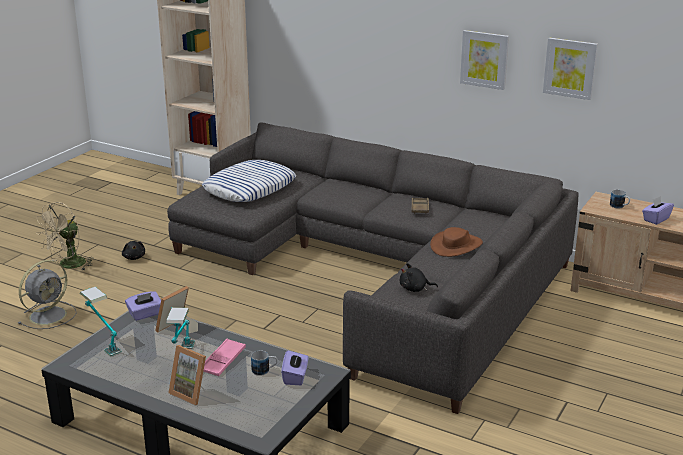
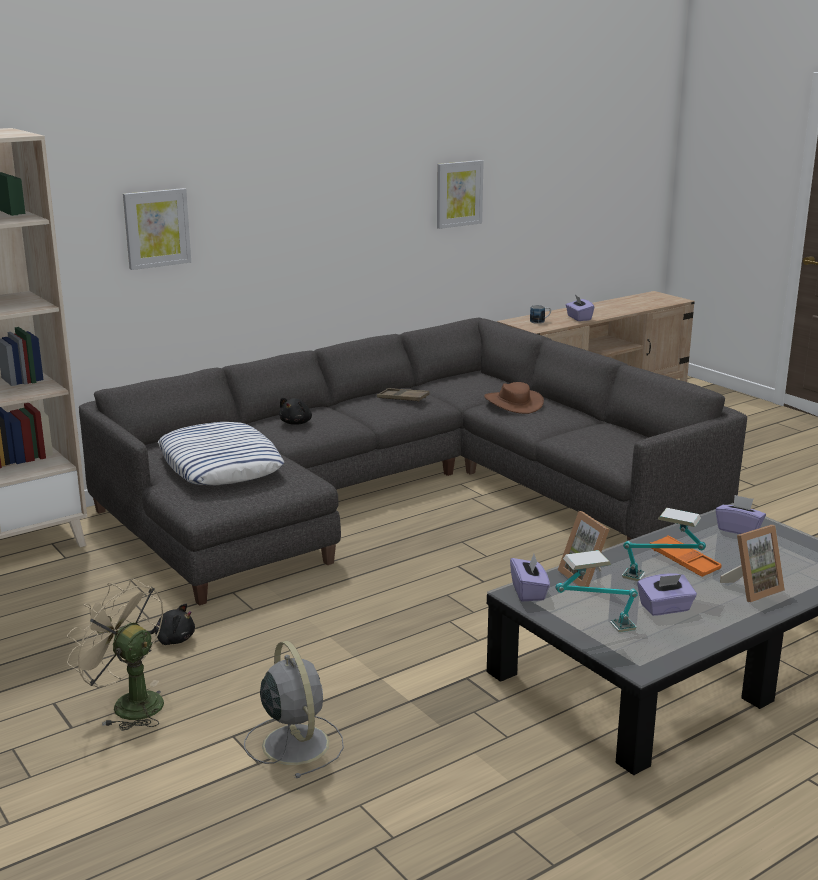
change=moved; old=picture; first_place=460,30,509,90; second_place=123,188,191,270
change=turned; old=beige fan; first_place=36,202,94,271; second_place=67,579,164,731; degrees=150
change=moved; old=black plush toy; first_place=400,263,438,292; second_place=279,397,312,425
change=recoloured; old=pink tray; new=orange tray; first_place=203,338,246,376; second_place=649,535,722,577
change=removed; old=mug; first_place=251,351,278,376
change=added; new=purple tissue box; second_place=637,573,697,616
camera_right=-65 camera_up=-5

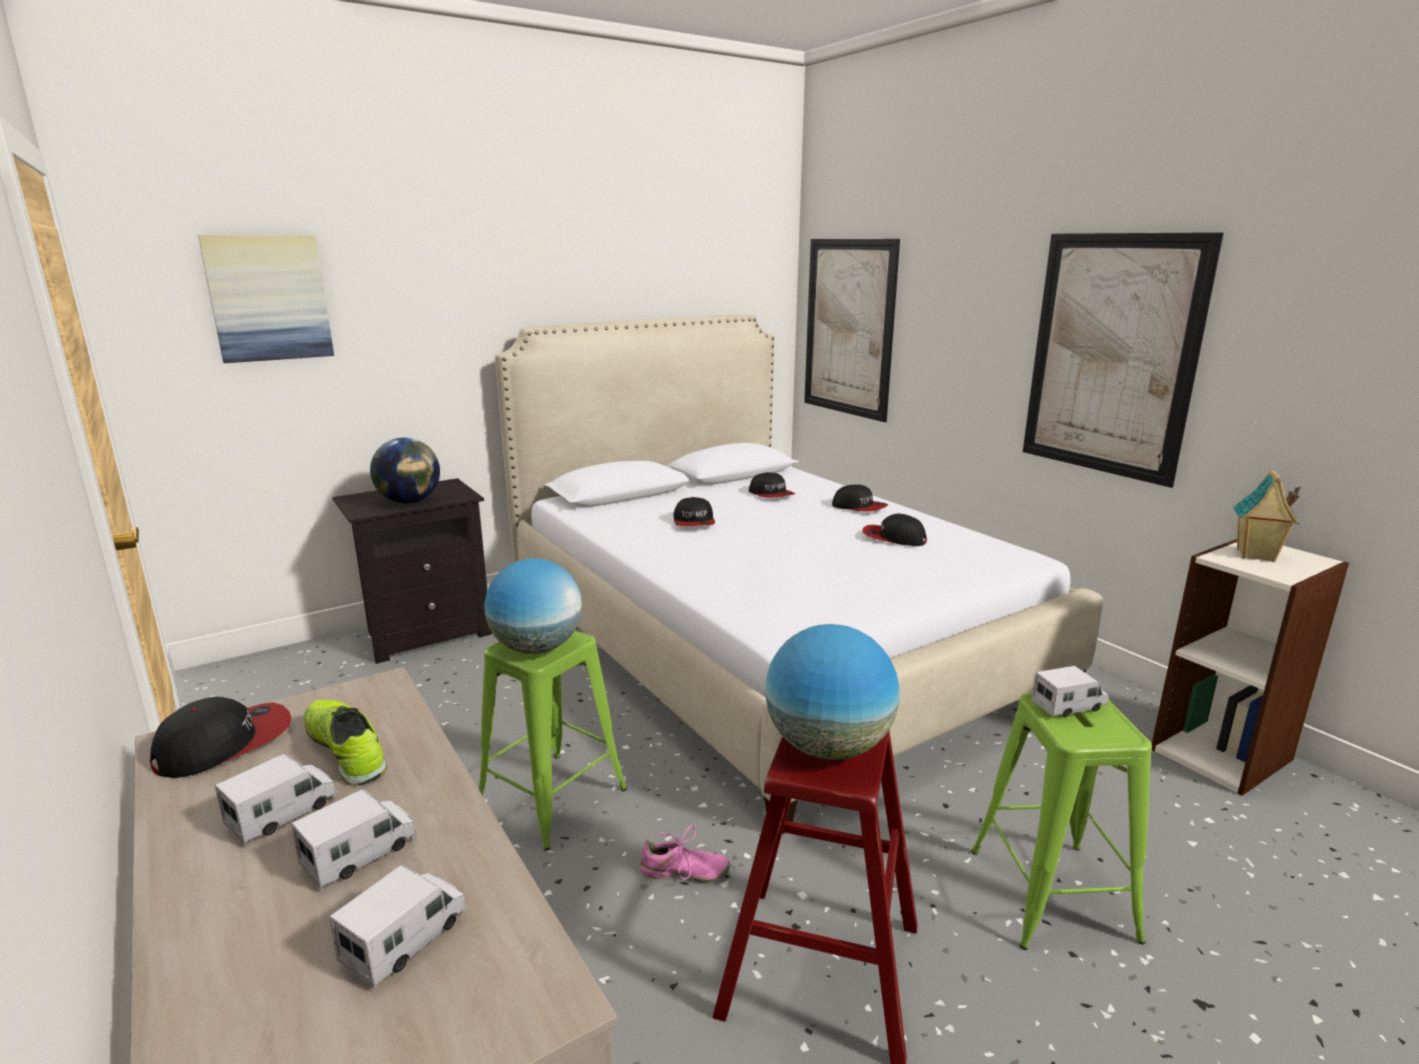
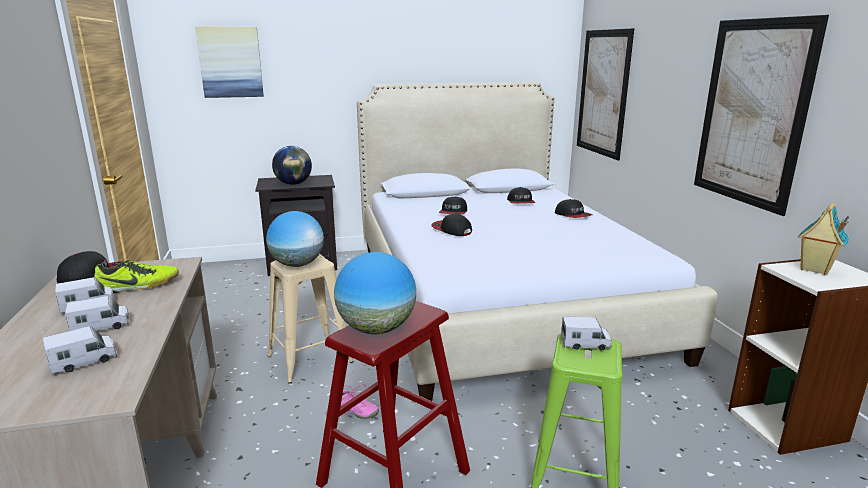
change=moved; old=cap; first_place=863,514,927,546; second_place=432,214,472,236
change=recoloured; old=green stool; new=beige stool; first_place=479,631,627,851; second_place=267,254,354,384
change=turned; old=shoe; first_place=303,700,387,786; second_place=94,260,179,293; degrees=90
camera_right=20 camera_up=0

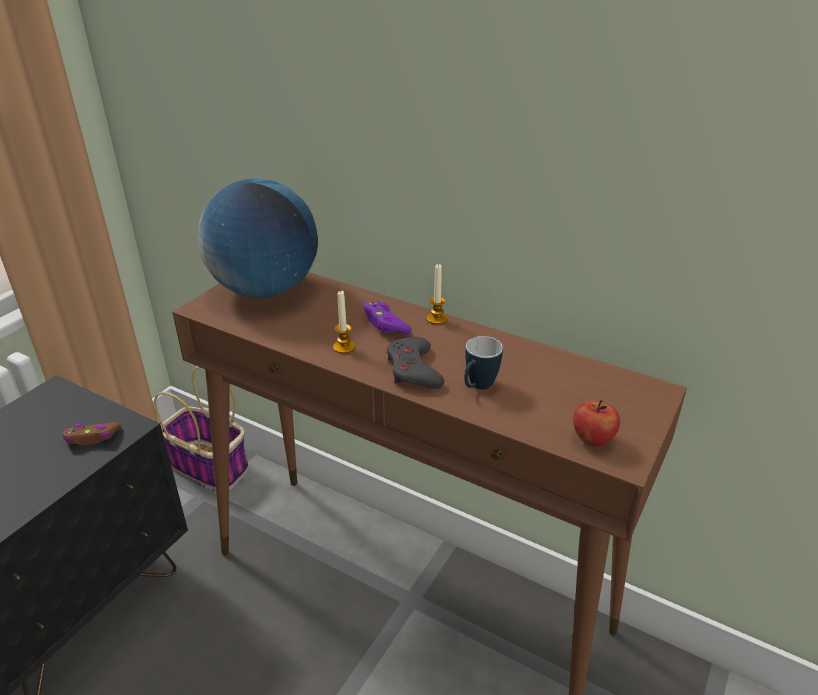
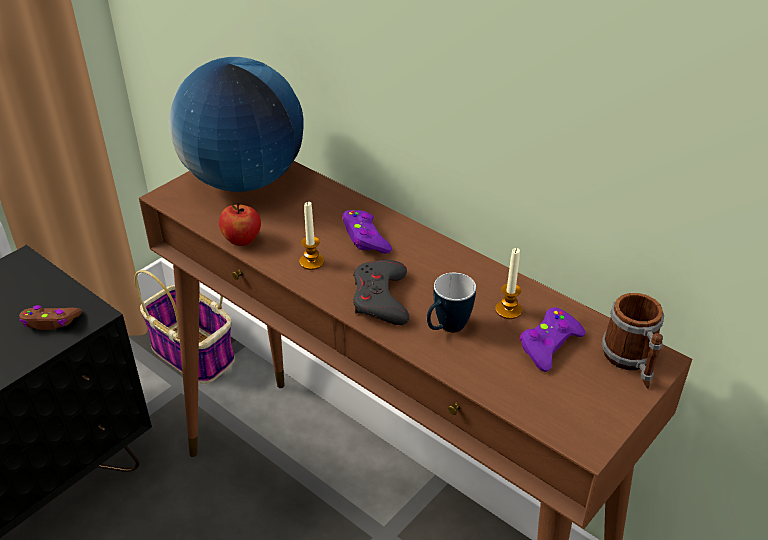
change=moved; old=candle; first_place=427,264,448,325; second_place=495,248,522,319
change=moved; old=apple; first_place=573,400,620,446; second_place=219,202,261,246
change=added; new=mug; second_place=602,293,664,388
change=added; new=purple game controller; second_place=520,307,586,372
camera_right=10 camera_up=5

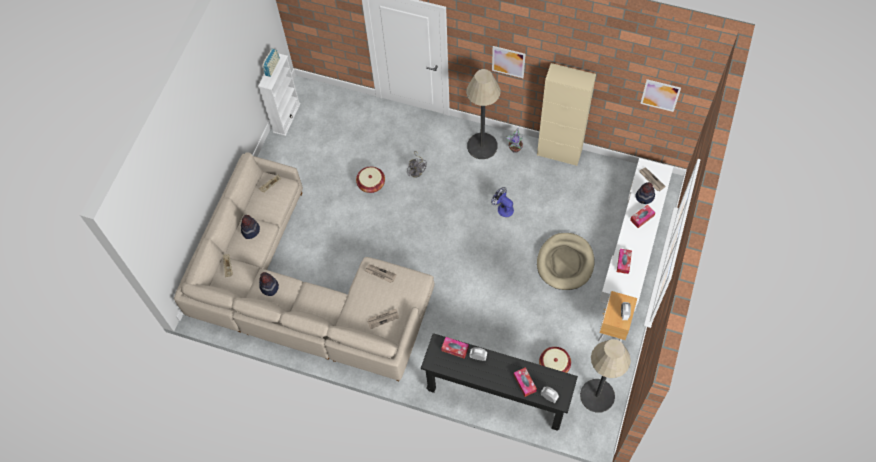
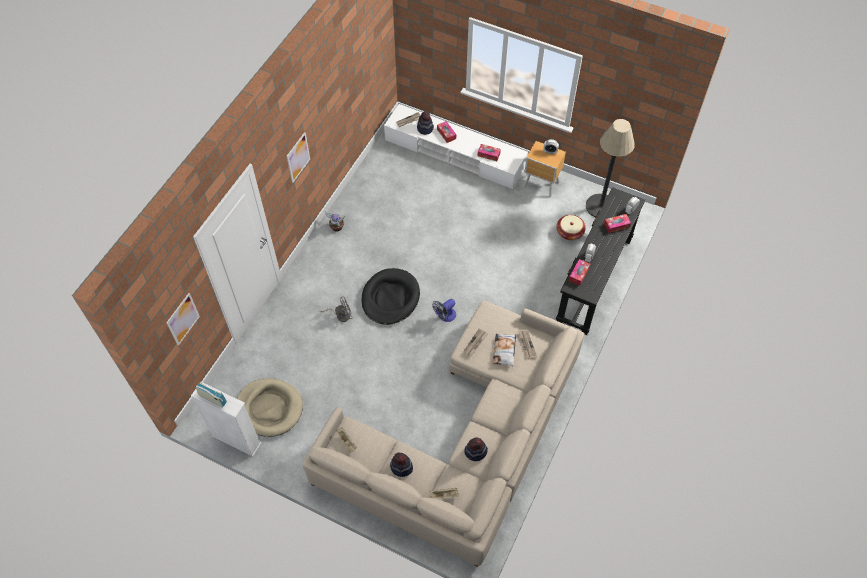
change=removed; old=beige cabinet; first_place=537,63,596,166
change=removed; old=floor lamp; first_place=466,69,501,159
change=moved; old=picture; first_place=640,79,681,112; second_place=166,293,200,346
change=removed; old=basket; first_place=356,167,385,193
change=moved; old=fan; first_place=491,187,514,217; second_place=432,299,456,322
change=moved; old=beige dog bed; first_place=537,233,594,290; second_place=237,378,303,437
change=added; new=black dog bed; second_place=361,268,420,325
change=added; new=pillow; second_place=493,334,516,366
camera_right=-85 camera_up=-5

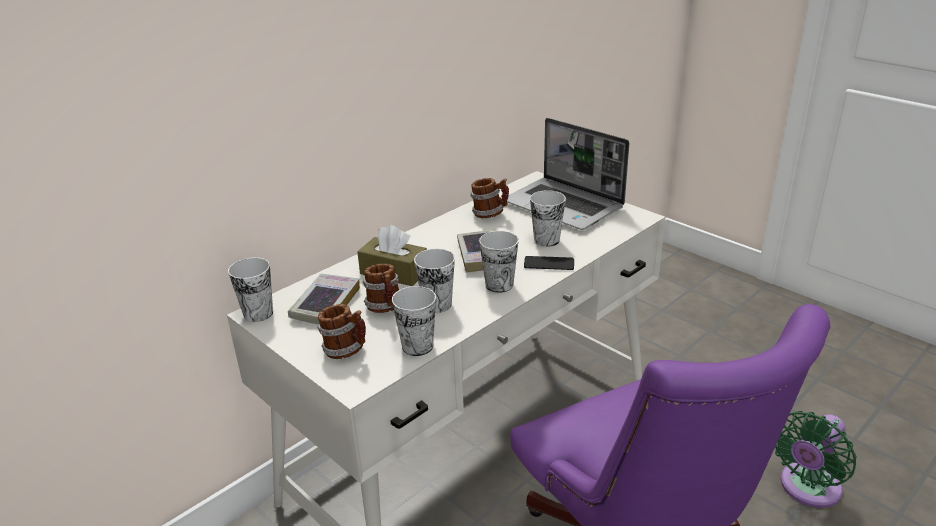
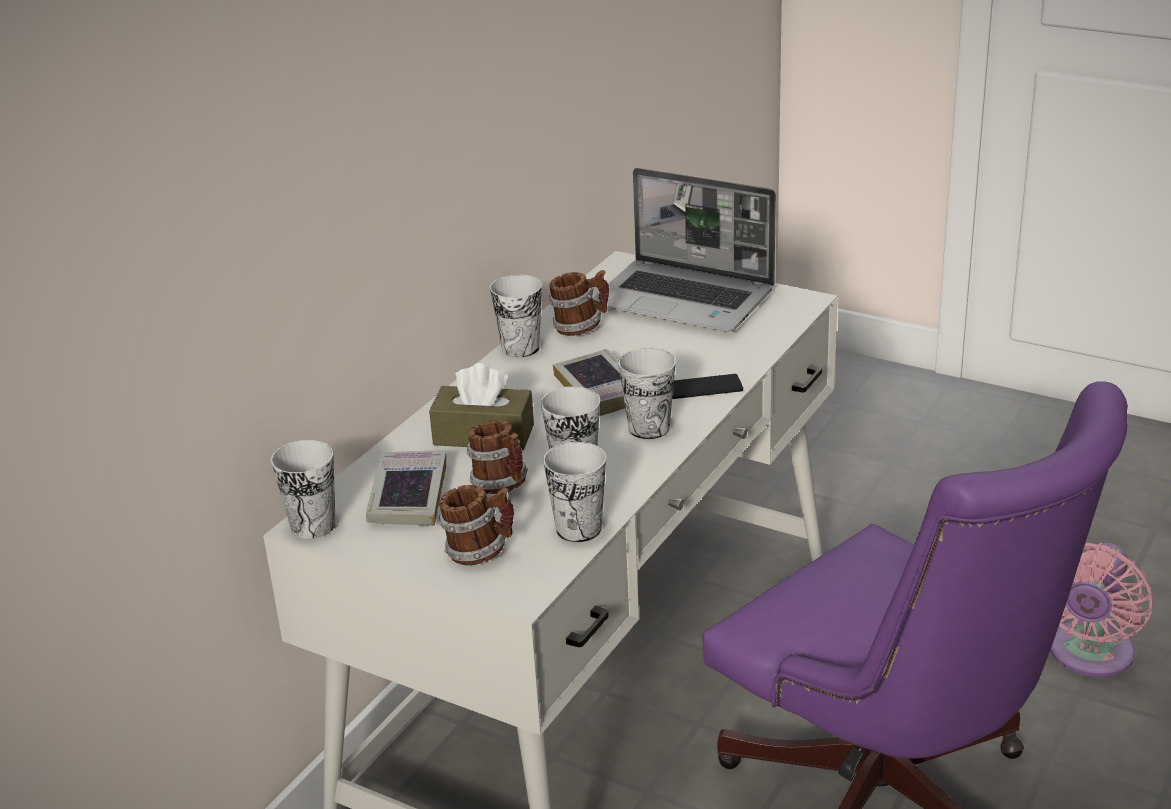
change=moved; old=cup; first_place=530,190,566,247; second_place=490,274,542,358
change=recoloured; old=green fan; new=pink fan; first_place=775,411,857,508; second_place=1050,541,1153,677
camera_right=-15 camera_up=0

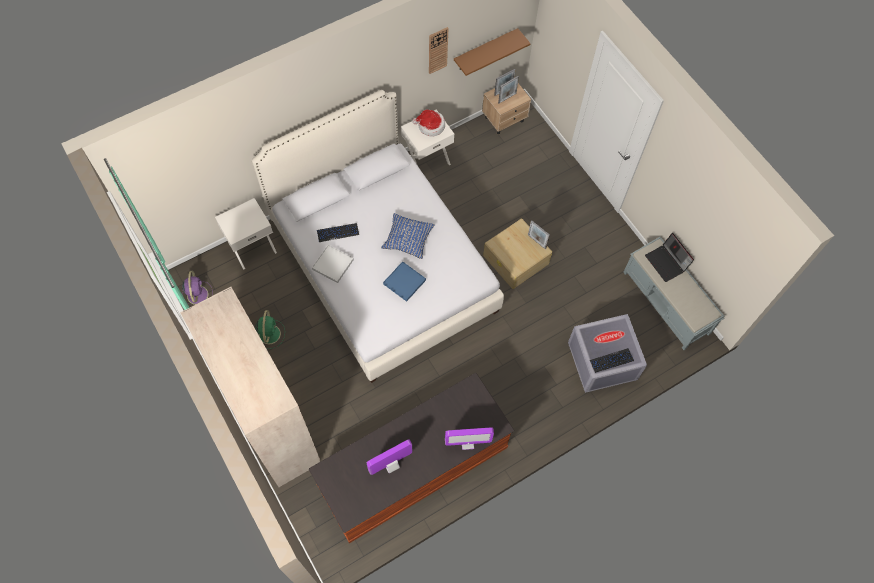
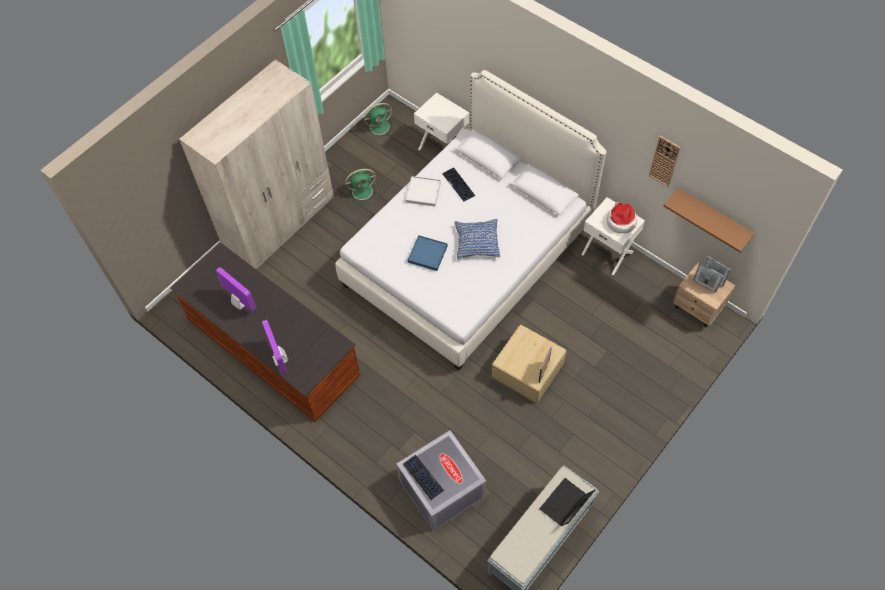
change=recoloured; old=purple fan; new=green fan; first_place=182,271,213,305; second_place=364,103,395,138
camera_right=75 camera_up=-5

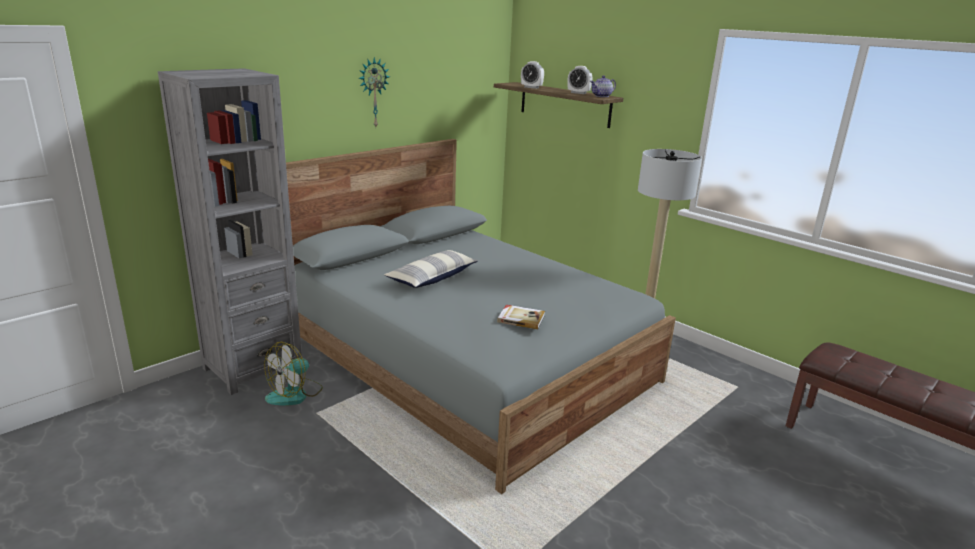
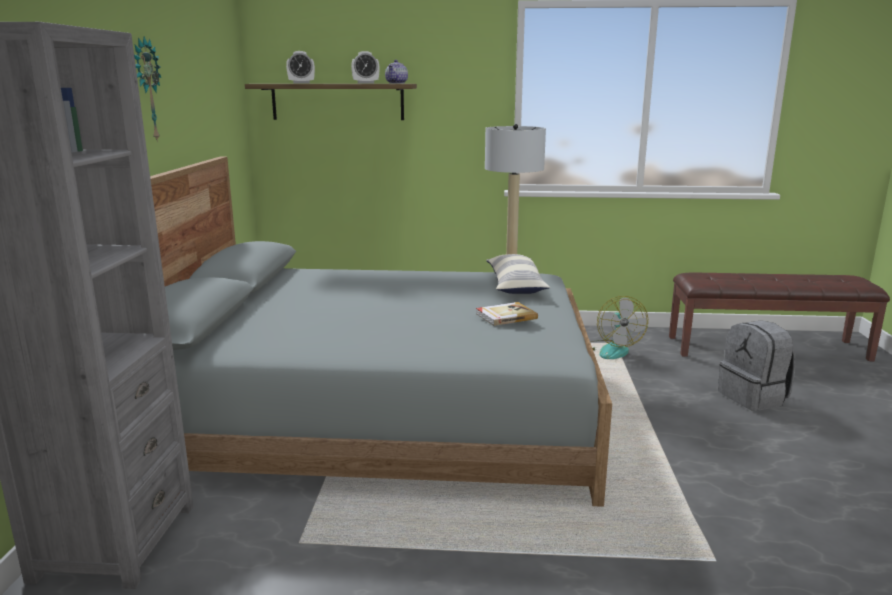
change=moved; old=pillow; first_place=384,250,478,288; second_place=486,254,550,294
change=moved; old=fan; first_place=264,342,323,405; second_place=591,296,648,359
change=added; new=grey backpack; second_place=718,320,795,411
camera_right=-40 camera_up=-5

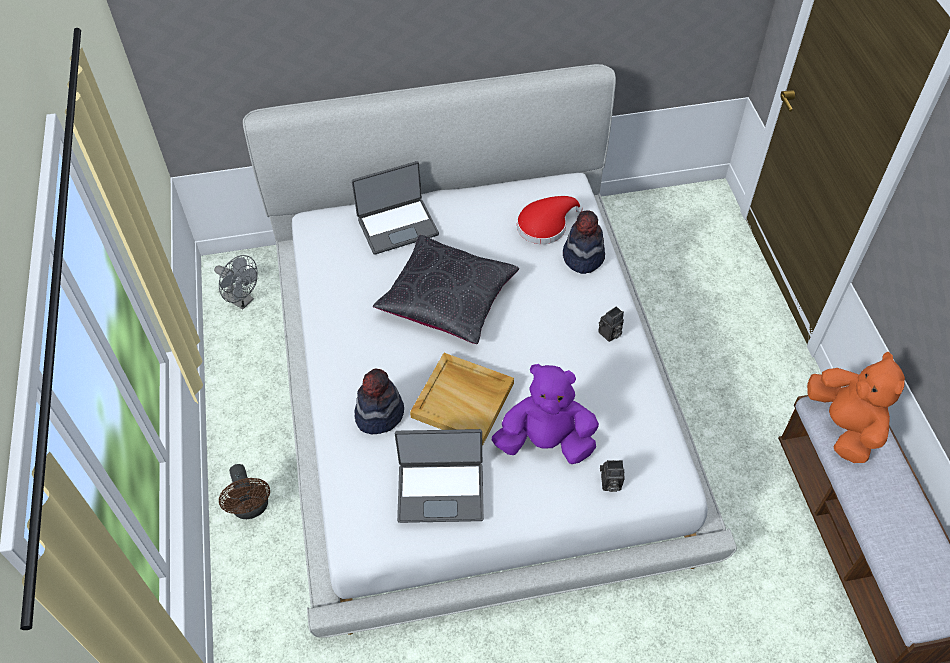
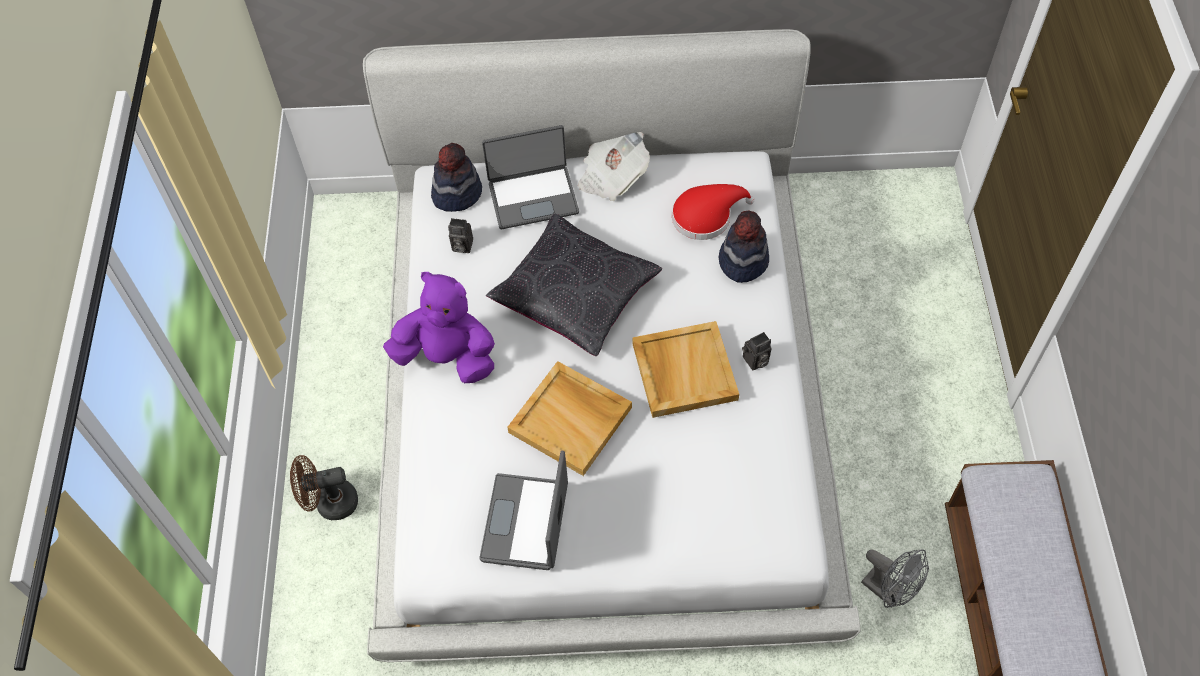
change=moved; old=grey fan; first_place=214,255,258,310; second_place=861,549,929,608
change=removed; old=orange plush toy; first_place=807,352,905,463
change=moved; old=purple plush toy; first_place=492,364,599,464; second_place=383,272,495,383
change=moved; old=hat; first_place=354,369,404,434; second_place=431,143,482,212
change=turned; old=laptop; first_place=395,429,484,523; second_place=479,451,568,570; degrees=90
change=moved; old=photo camera; first_place=600,460,625,492; second_place=448,218,473,253
change=turned; old=brown fan; first_place=219,464,270,519; second_place=290,455,358,520; degrees=90
change=added; new=newspaper; second_place=578,132,650,201
change=added; new=beige tray; second_place=632,321,739,418
camera_right=10 camera_up=5

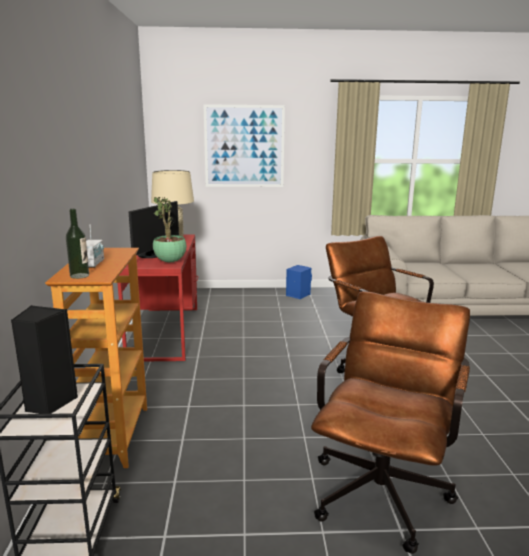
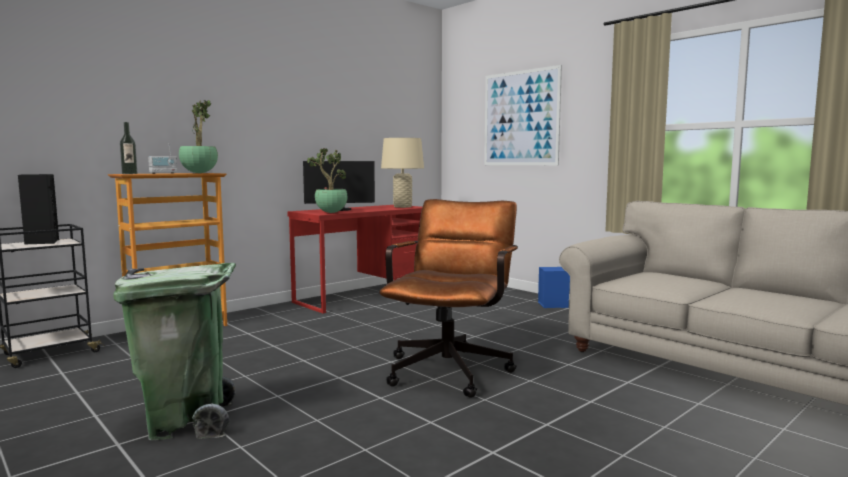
change=replaced; old=brown office chair; new=green trash can; first_place=311,291,470,554; second_place=113,263,236,440
change=added; new=potted plant; second_place=179,100,218,173
camera_right=50 camera_up=-10

